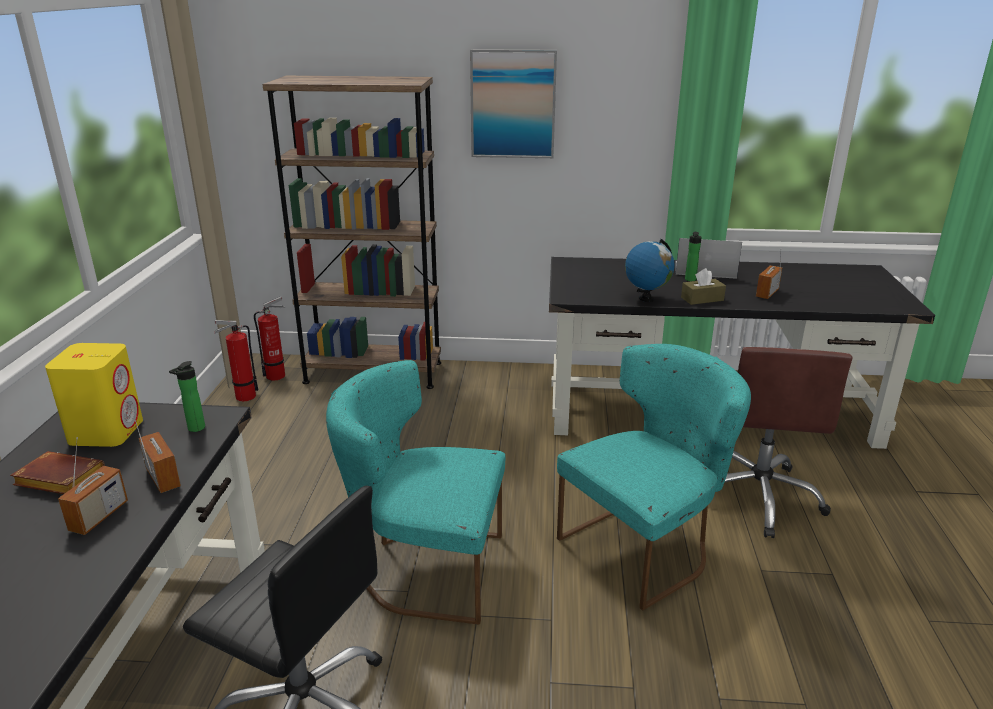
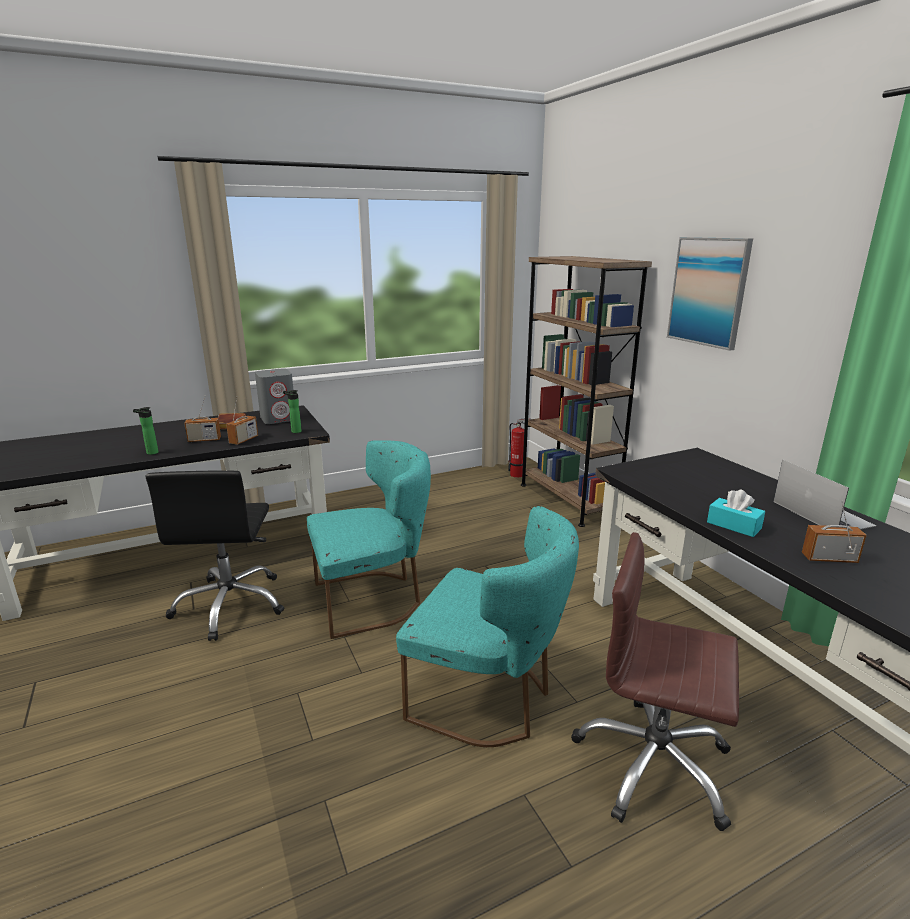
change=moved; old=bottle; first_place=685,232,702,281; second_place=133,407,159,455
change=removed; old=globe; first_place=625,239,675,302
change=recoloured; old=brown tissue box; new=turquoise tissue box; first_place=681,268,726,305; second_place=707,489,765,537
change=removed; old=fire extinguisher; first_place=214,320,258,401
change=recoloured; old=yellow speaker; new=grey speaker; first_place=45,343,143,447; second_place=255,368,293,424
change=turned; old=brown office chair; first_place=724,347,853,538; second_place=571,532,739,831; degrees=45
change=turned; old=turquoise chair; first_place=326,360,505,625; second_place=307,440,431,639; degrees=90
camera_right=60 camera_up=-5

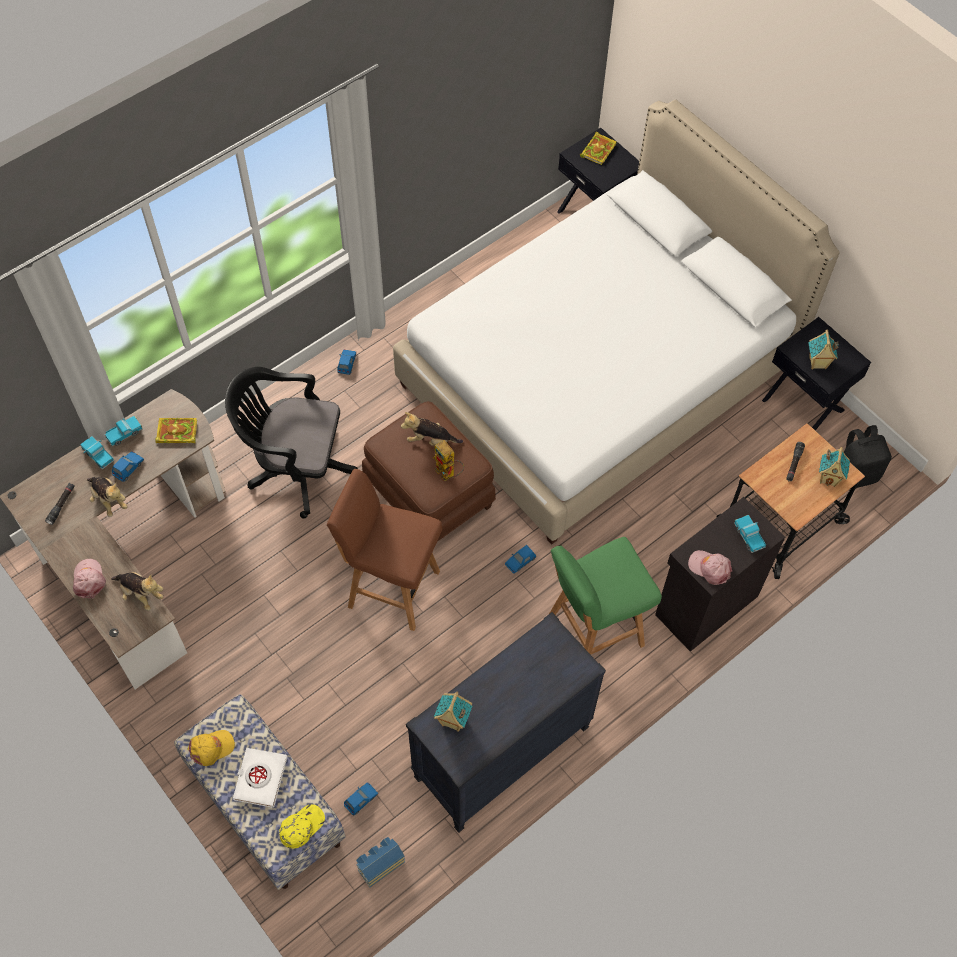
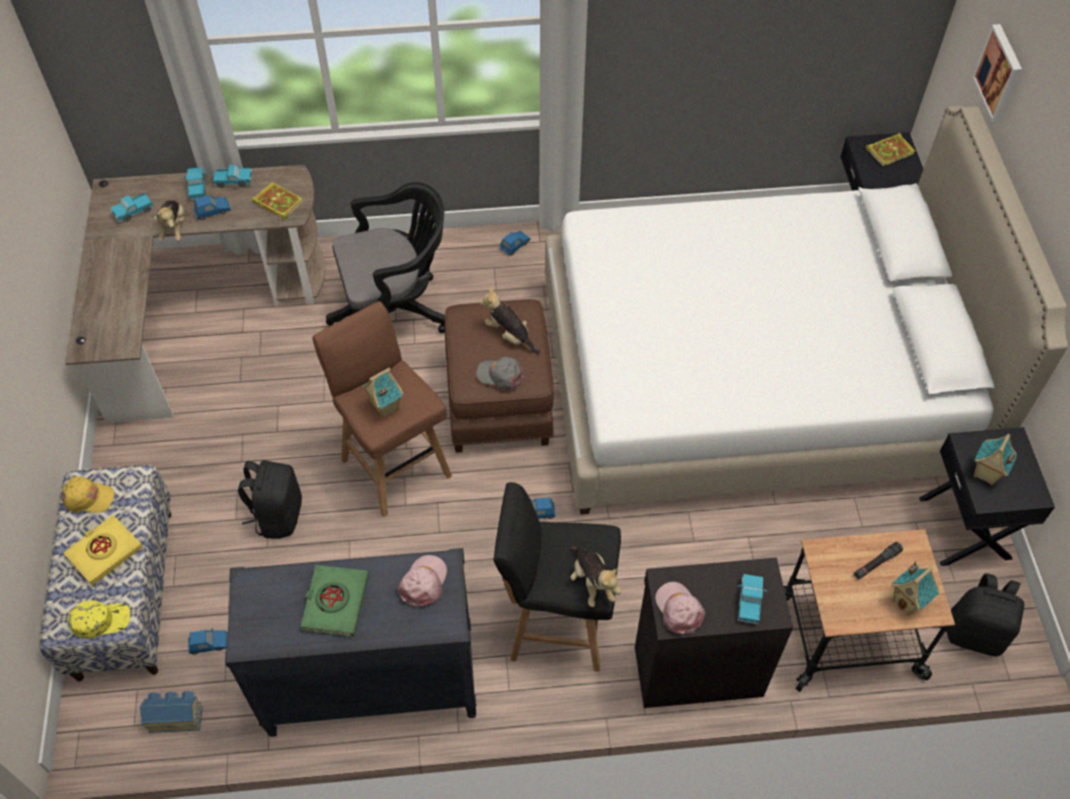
change=turned; old=black office chair; first_place=225,367,358,519; second_place=326,182,445,333; degrees=120
change=replaced; old=toy robot; new=grey cap; first_place=433,440,464,481; second_place=476,357,524,390
change=replaced; old=black flashlight; new=toy truck; first_place=45,483,75,525; second_place=111,193,153,222
change=recoloured; old=green stool; new=black stool; first_place=549,537,662,655; second_place=494,482,621,672
change=moved; old=pink cap; first_place=73,559,106,599; second_place=398,555,447,608
change=moved; old=plush toy; first_place=111,572,163,611; second_place=570,546,621,607
change=moved; old=toy house; first_place=434,692,473,732; second_place=361,368,404,418
change=recoloured; old=white book; new=yellow book; first_place=233,748,287,808; second_place=64,515,143,586
change=added; new=picture; second_place=972,24,1022,122
change=added; new=black backpack; second_place=238,460,302,539
change=added; new=green book; second_place=301,565,369,637
camera_right=35 camera_up=-5

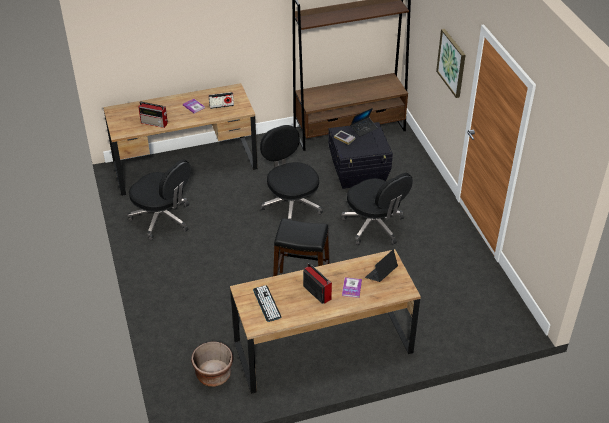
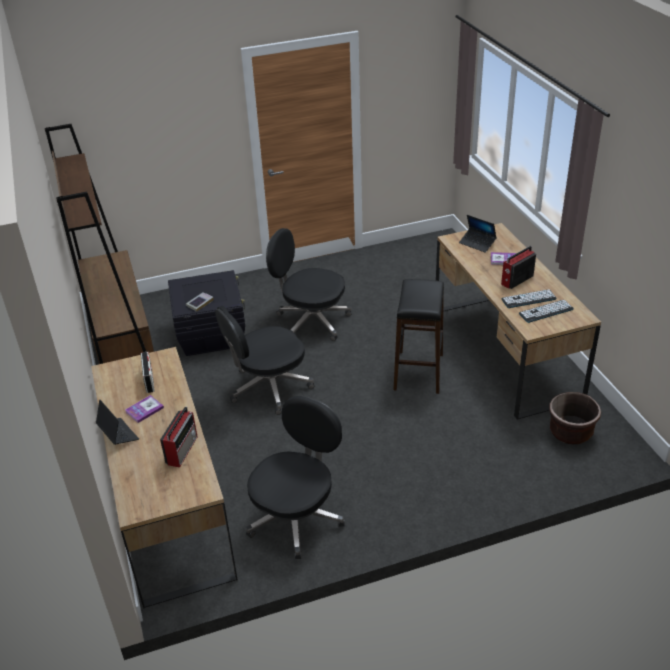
change=removed; old=picture; first_place=436,29,465,98
change=moved; old=laptop; first_place=350,108,377,137; second_place=96,400,139,445
change=turned; old=black office chair; first_place=341,173,413,245; second_place=266,228,351,341; degrees=-120
change=added; new=keyboard; second_place=502,289,557,308
camera_right=-90 camera_up=-5

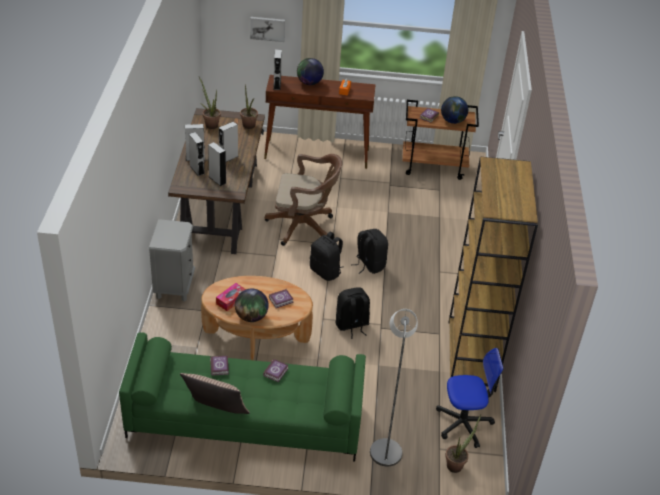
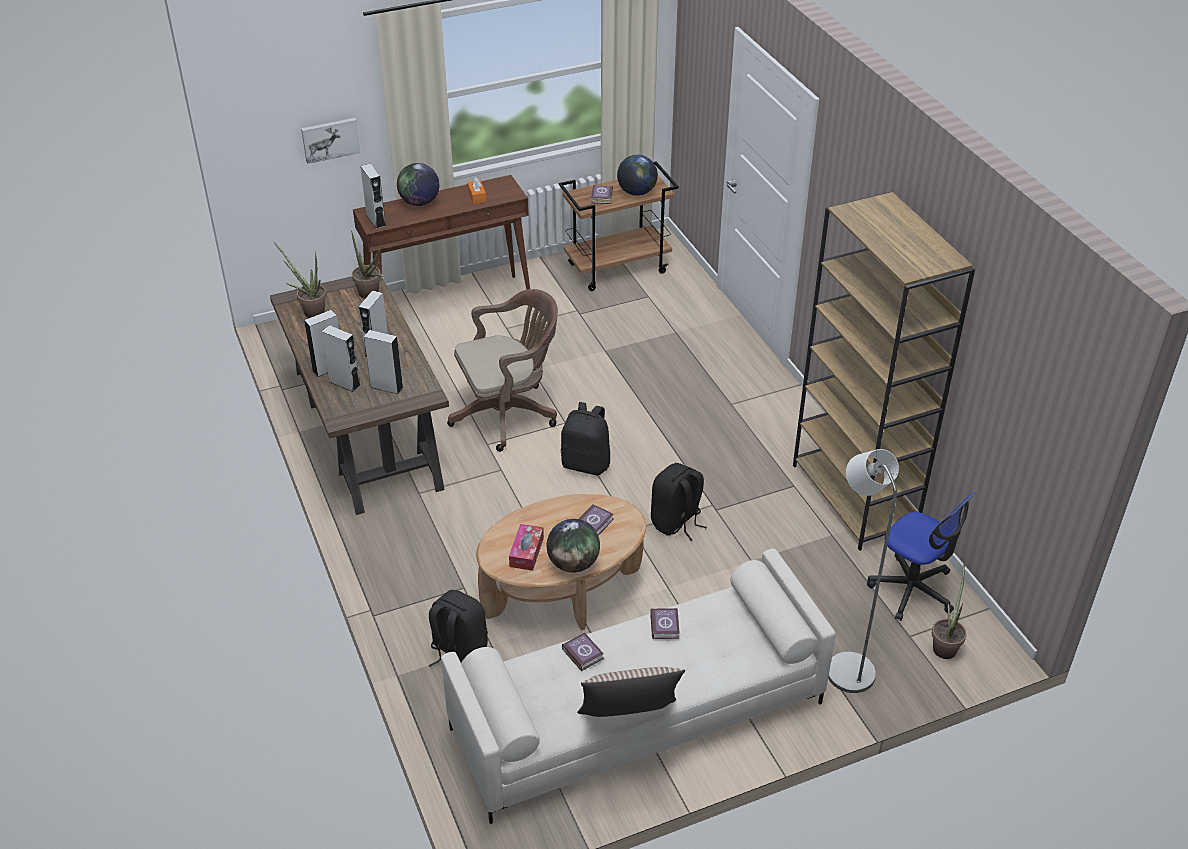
change=removed; old=grey nightstand; first_place=149,219,195,302
change=moved; old=black backpack; first_place=351,229,388,274; second_place=429,590,488,667
change=recoloured; old=green sofa; new=white sofa; first_place=119,332,366,462; second_place=441,549,836,824
change=turned; old=office chair; first_place=436,348,504,448; second_place=867,492,975,621; degrees=75
camera_right=-25 camera_up=0

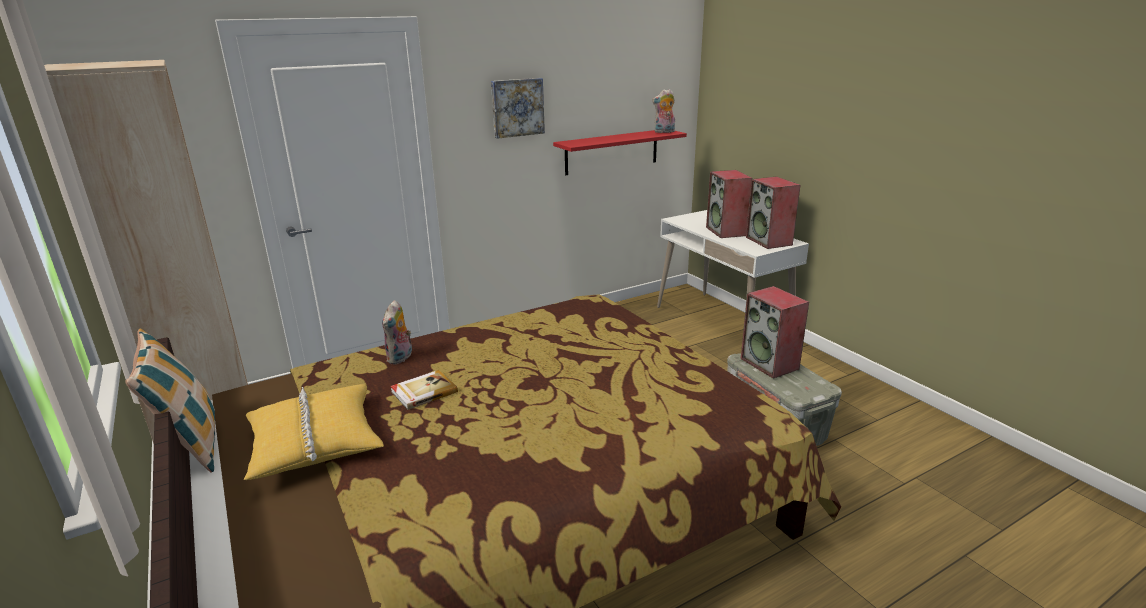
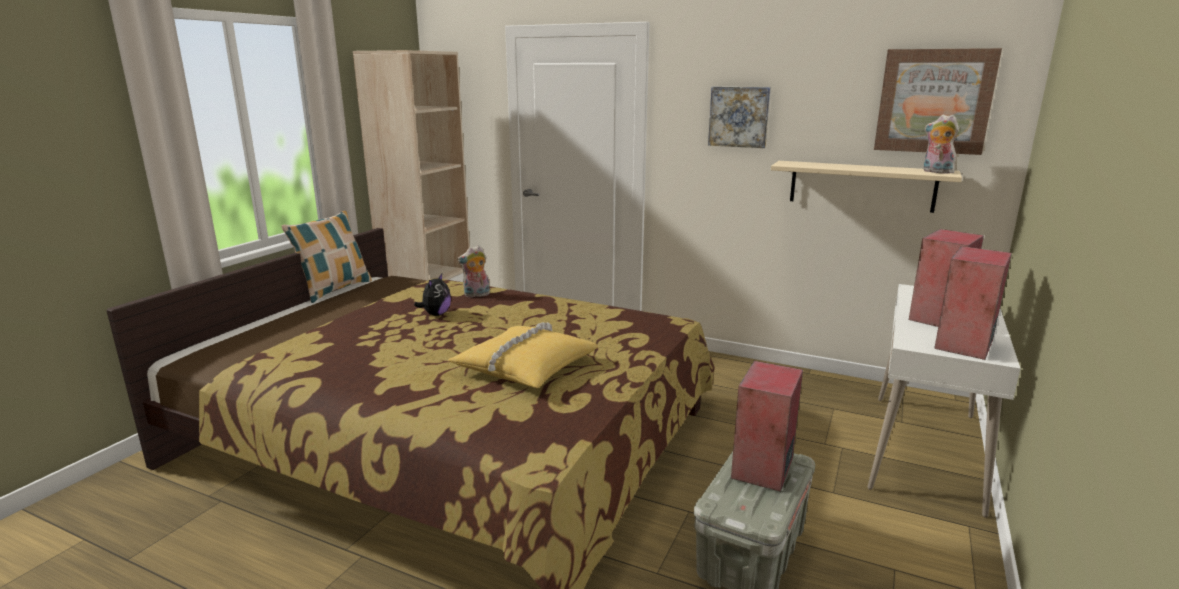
change=recoloured; old=red shelf; new=beige shelf; first_place=553,130,687,175; second_place=771,161,962,213
change=replaced; old=book; new=plush toy; first_place=390,370,458,410; second_place=414,274,451,316
change=moved; old=yellow pillow; first_place=244,384,384,480; second_place=448,322,598,388
change=added; new=picture; second_place=874,48,1002,155
camera_right=55 camera_up=-5

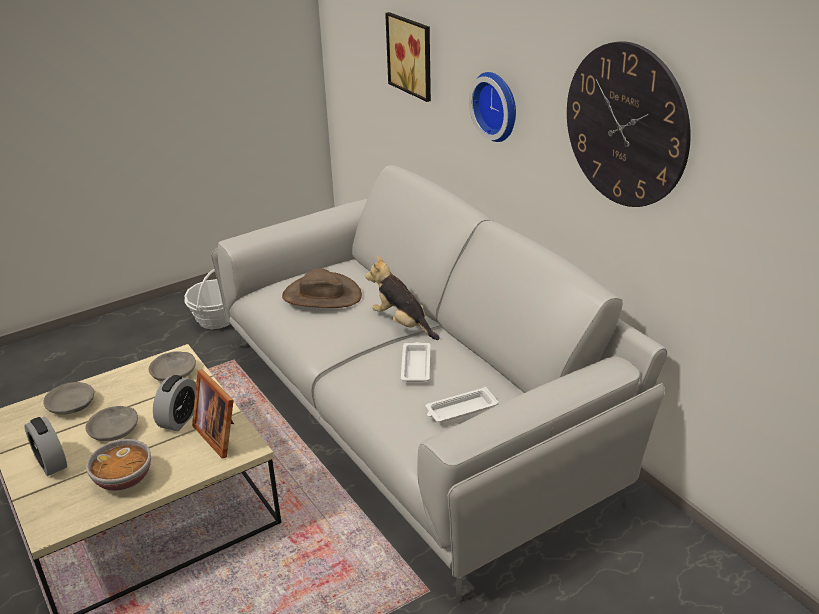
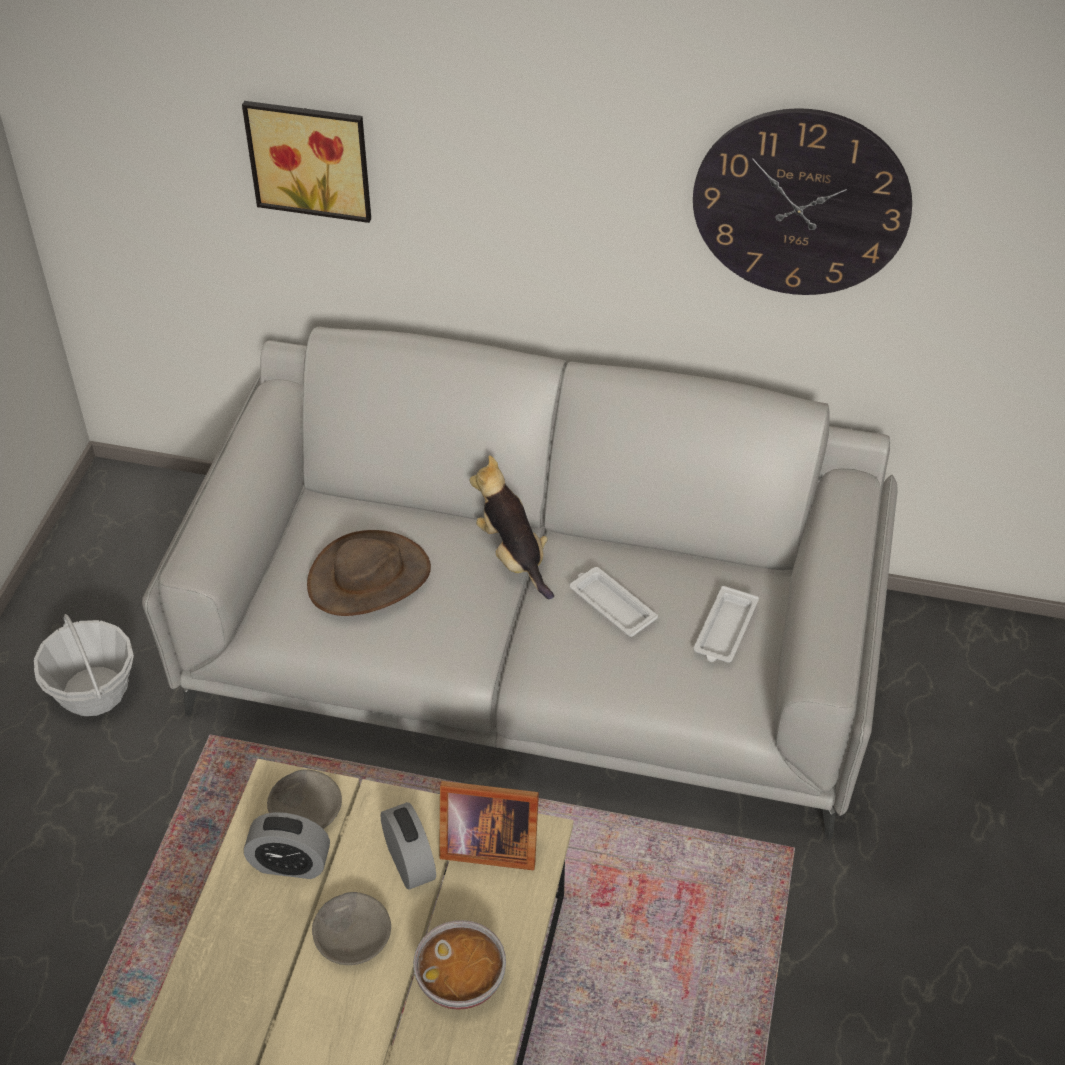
change=removed; old=wall clock; first_place=469,72,516,142
change=turned; old=plush toy; first_place=365,256,440,340; second_place=470,455,554,599; degrees=60
change=removed; old=grey bowl; first_place=43,382,94,415
change=moved; old=alarm clock; first_place=24,416,67,476; second_place=244,812,330,879
camera_right=-45 camera_up=15

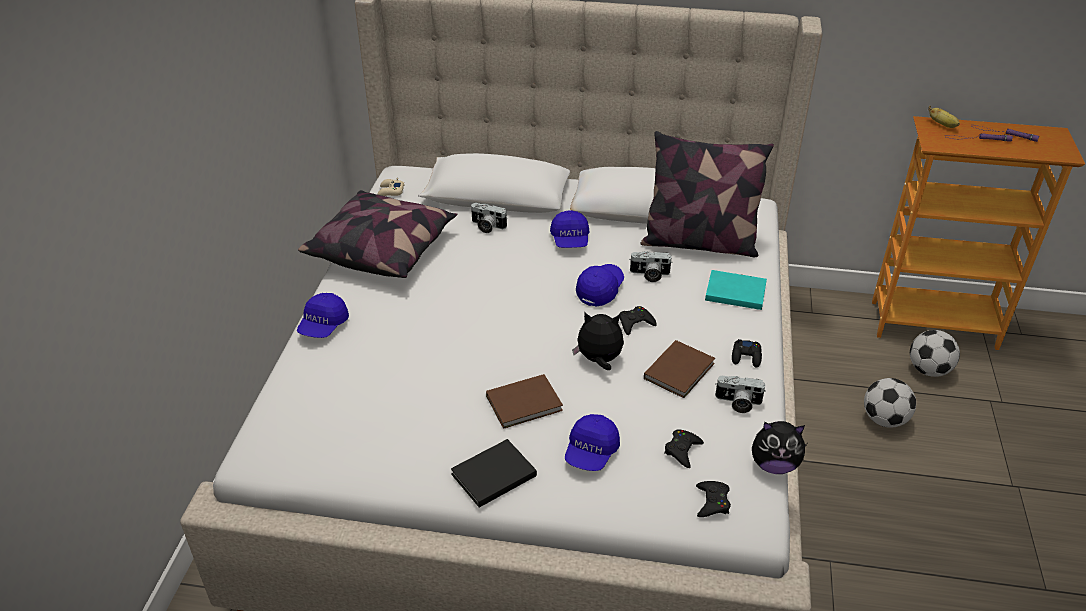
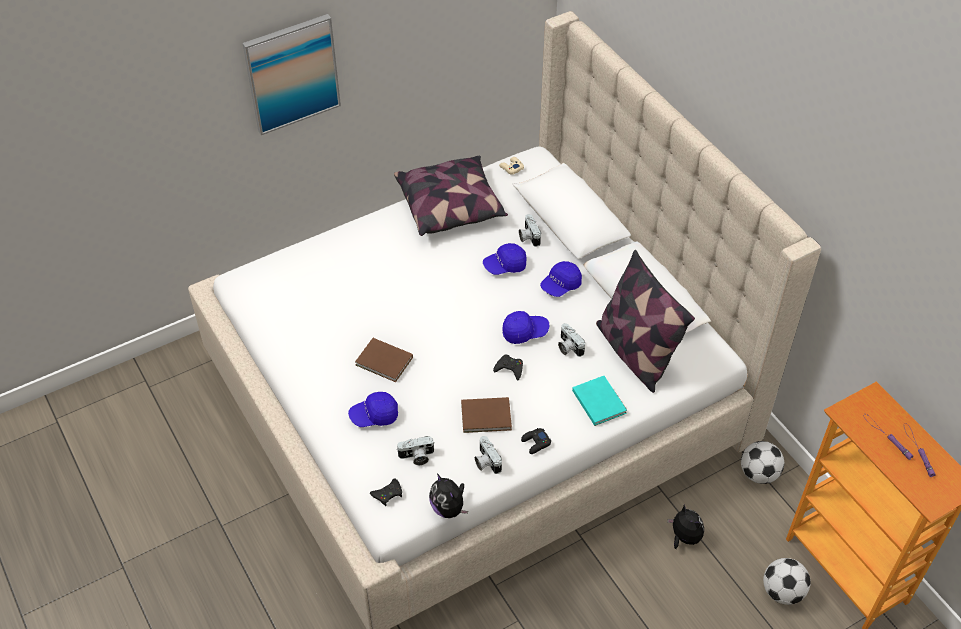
change=removed; old=banana; first_place=928,106,960,128
change=moved; old=blue cap; first_place=297,293,349,338; second_place=483,243,527,275
change=moved; old=plush toy; first_place=572,312,624,370; second_place=667,504,704,549
change=moved; old=football; first_place=864,378,916,428; second_place=741,441,784,484
change=replaced; old=black game controller; new=photo camera; first_place=664,430,704,468; second_place=396,436,435,465
change=removed; old=black book; first_place=451,439,537,508
change=added; new=picture; second_place=242,14,341,135
camera_right=50 camera_up=10

